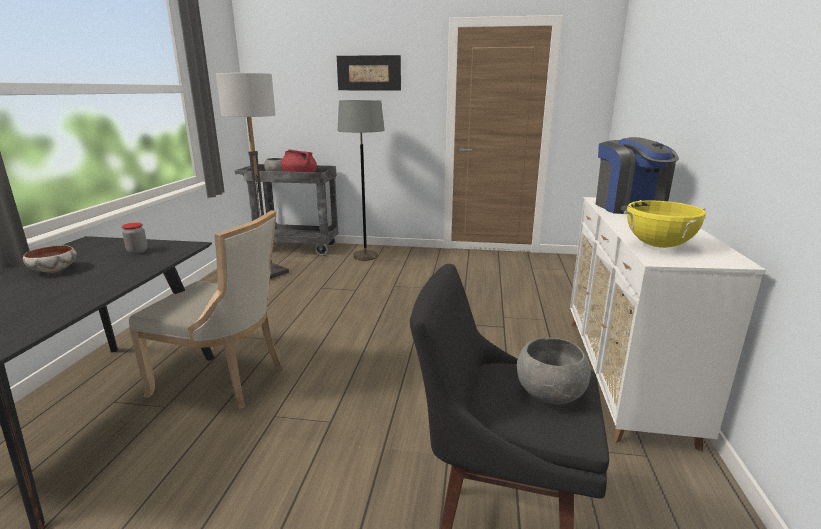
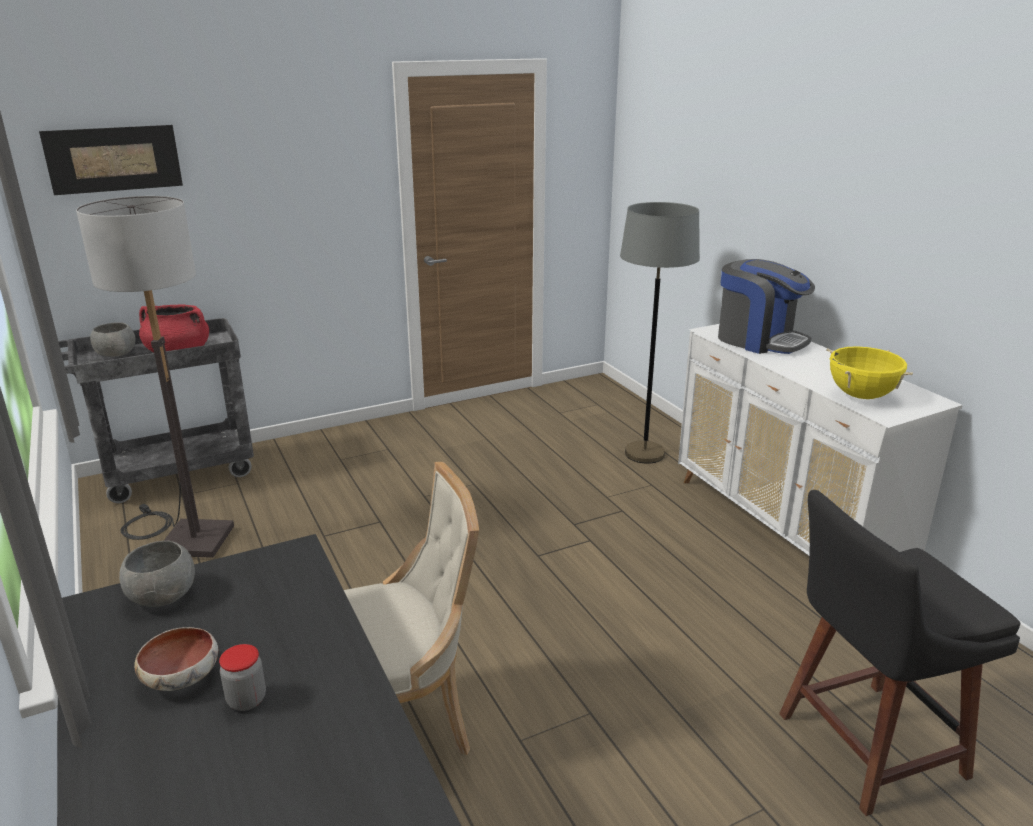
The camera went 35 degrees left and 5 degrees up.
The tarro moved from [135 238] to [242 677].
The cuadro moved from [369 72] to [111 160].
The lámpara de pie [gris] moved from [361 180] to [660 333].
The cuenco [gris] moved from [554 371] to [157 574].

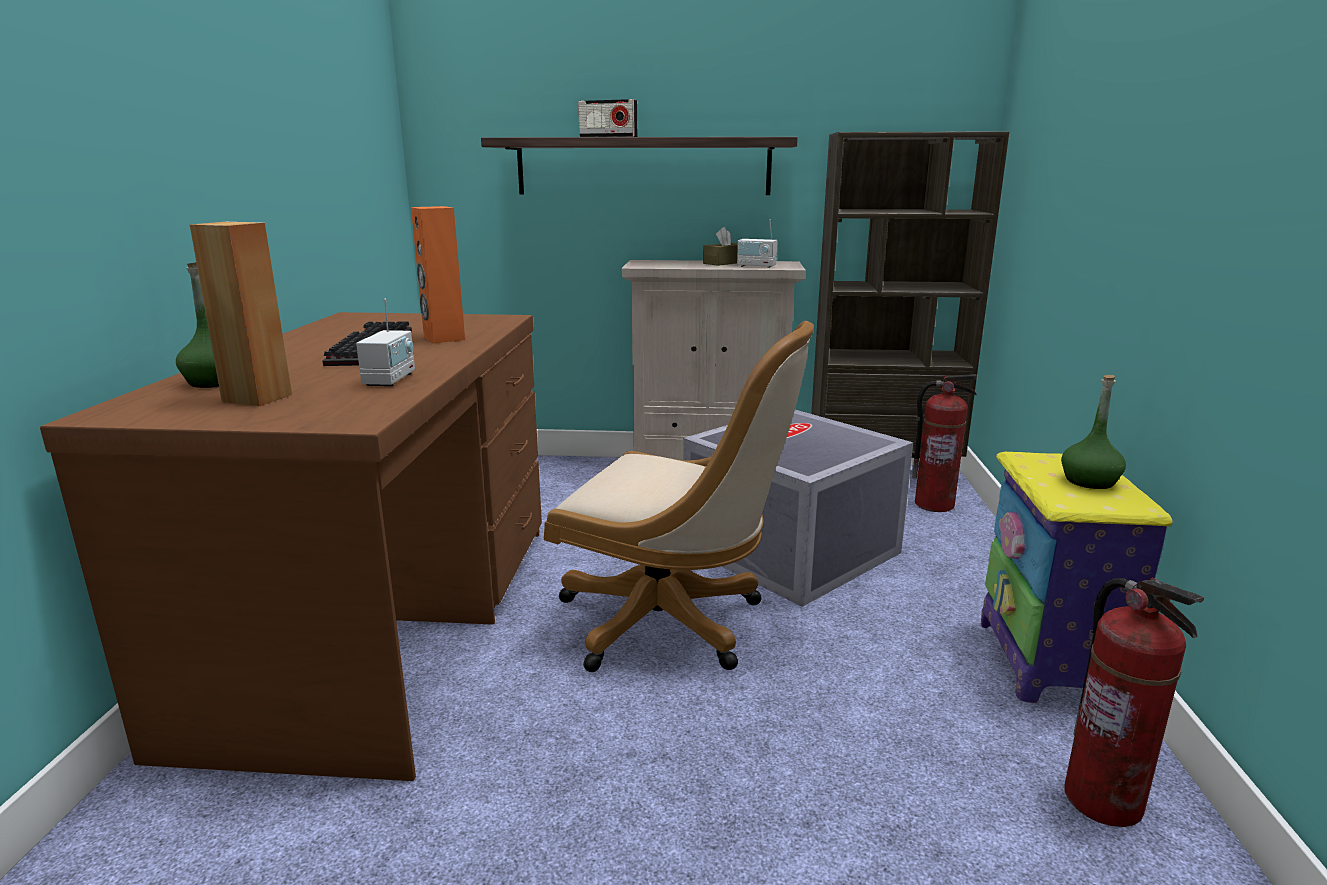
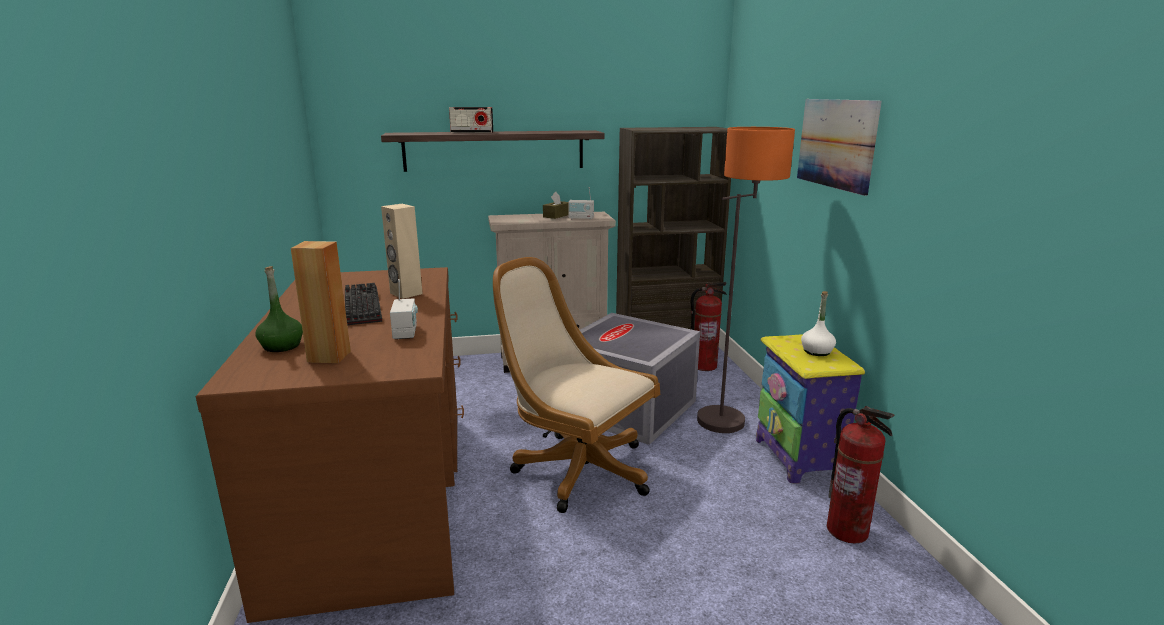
The camera went 15 degrees left and 0 degrees up.
The altavoz [naranja] at [438 274] became the altavoz [beis] at [402 251].
The silla de oficina at [679 496] turned 150 degrees counterclockwise.
The botella [verde] at [1093 432] became the botella [blanco] at [818 323].
The lámpara de pie [naranja] at [746 280] appeared.
The cuadro at [839 147] appeared.

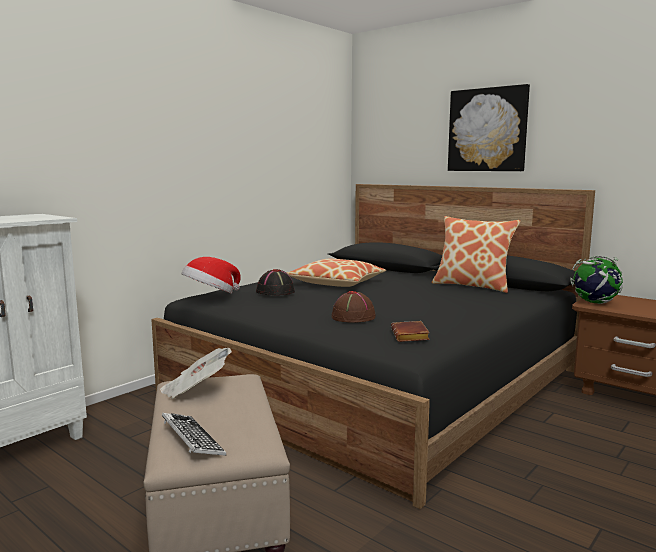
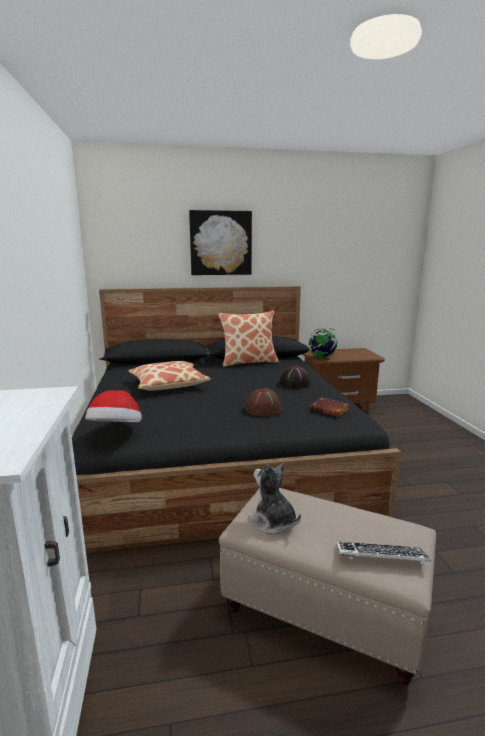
The camera went 50 degrees left and 5 degrees up.
The periódico at [196 373] was replaced by the peluche at [274 499].
The sombrero [negro] moved from [275 282] to [295 377].

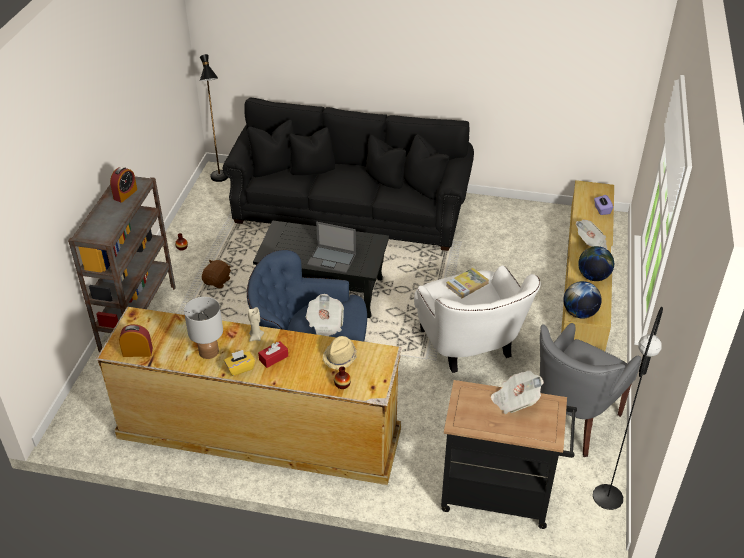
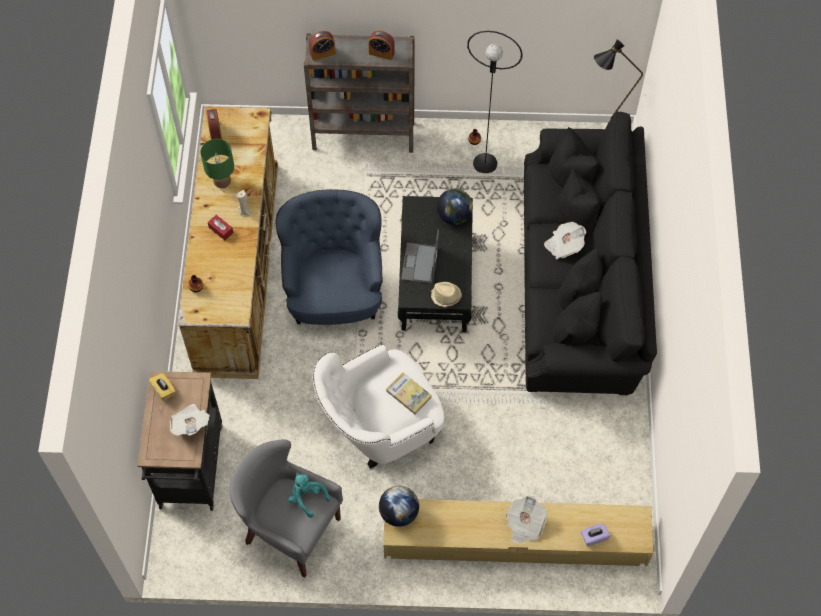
The camera went 80 degrees right and 20 degrees up.
The lámpara de mesa [gris] at [203 328] became the lámpara de mesa [verde] at [217 163].
The peluche [marrón] at [216 274] disappeared.
The caja de pañuelos [amarillo] moved from [239 363] to [162 387].
The periódico moved from [325 315] to [565 240].
The sombrero [beis] moved from [340 353] to [446 294].
The globo terráqueo moved from [596 263] to [455 206].
The lámpara de pie [negro] moved from [628 408] to [495 102].
The peluche [turquesa] at [309 495] appeared.
The despertador at [322 46] appeared.

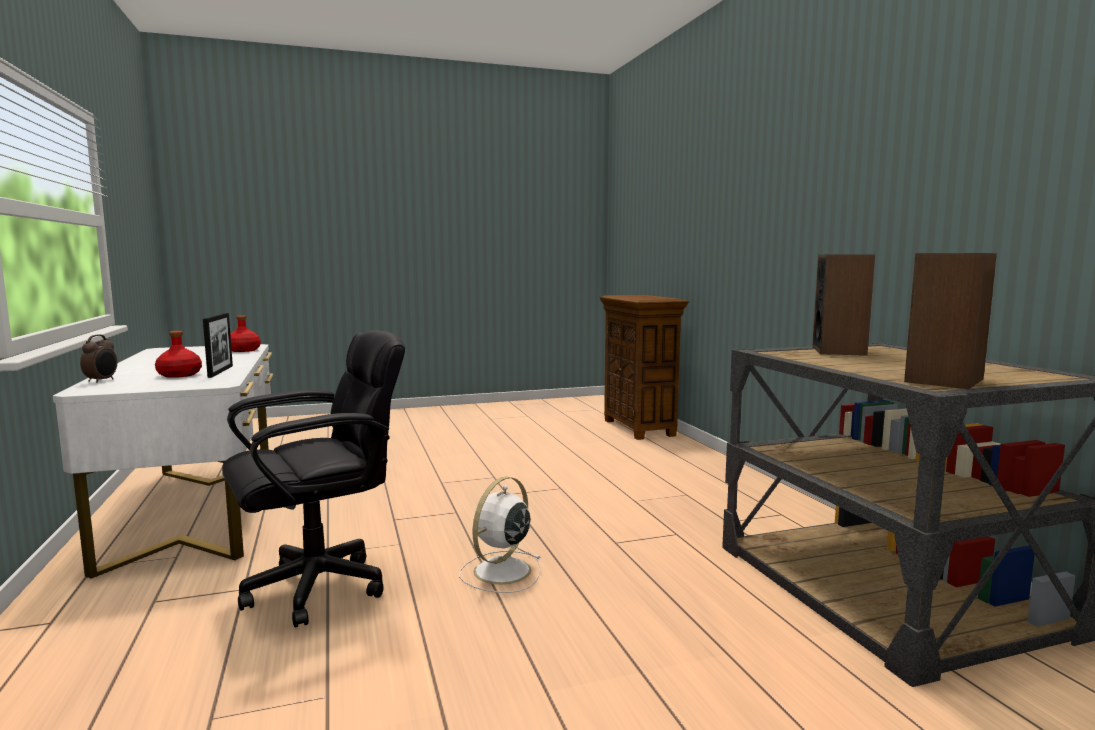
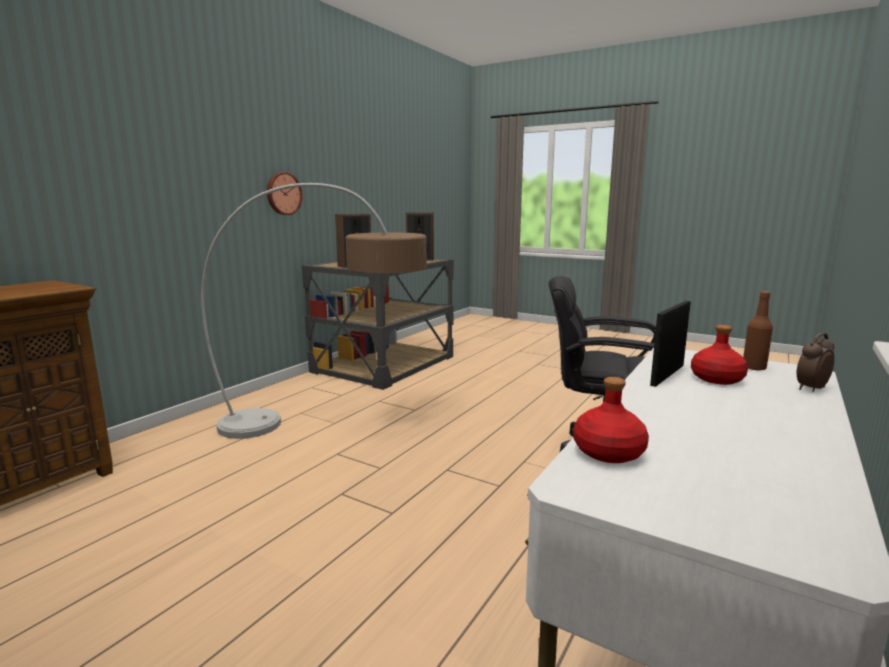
The camera went 130 degrees left and 5 degrees up.
The ventilador [blanco] at [500 535] disappeared.
The lámpara de pie at [314 311] appeared.
The reloj de pared at [285 193] appeared.
The botella [marrón] at [758 330] appeared.

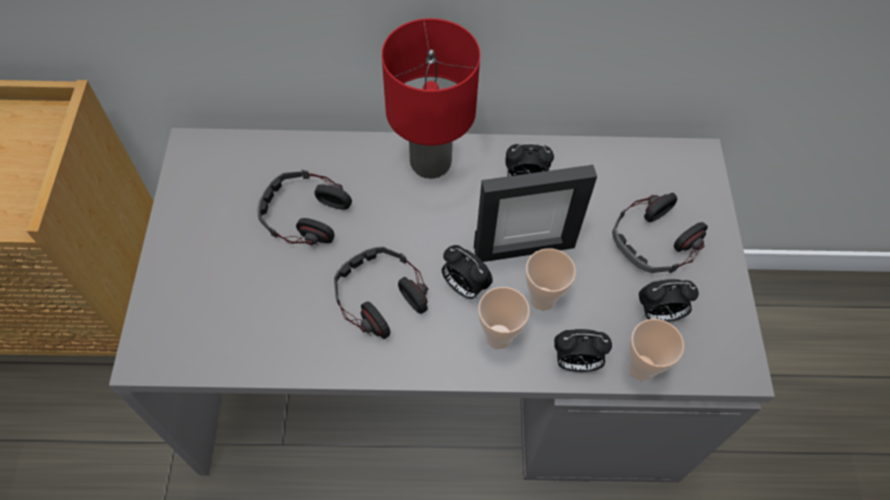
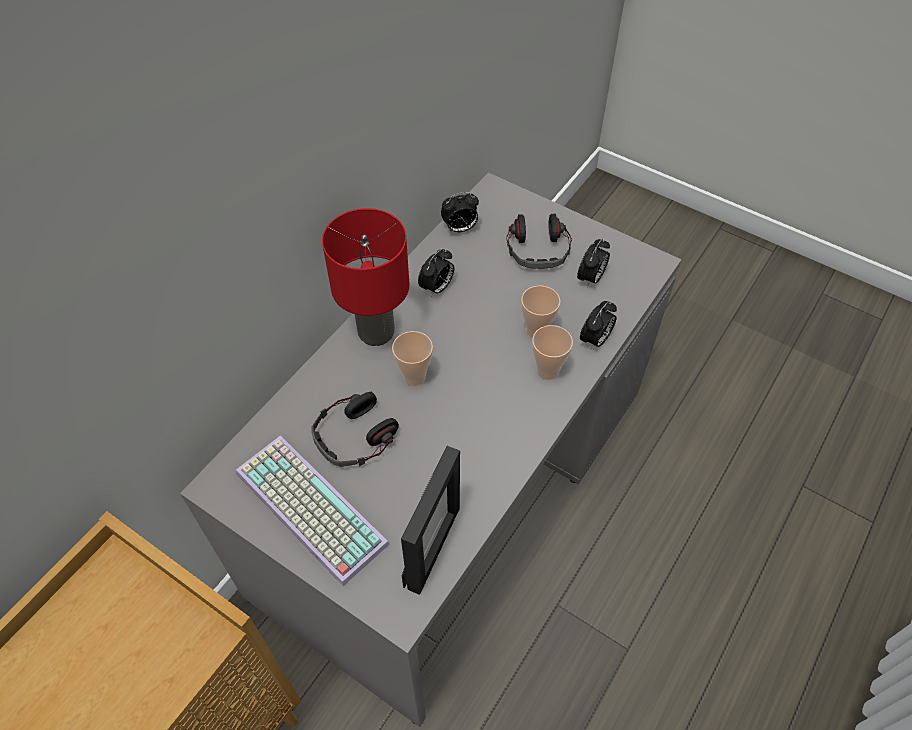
The camera went 55 degrees left and 5 degrees down.
The auriculares at [381 293] disappeared.
The despertador moved from [467 272] to [460 212].
The portarretratos moved from [535 213] to [430 520].
The taza moved from [656 350] to [412 358].
The teclado at [313 510] appeared.

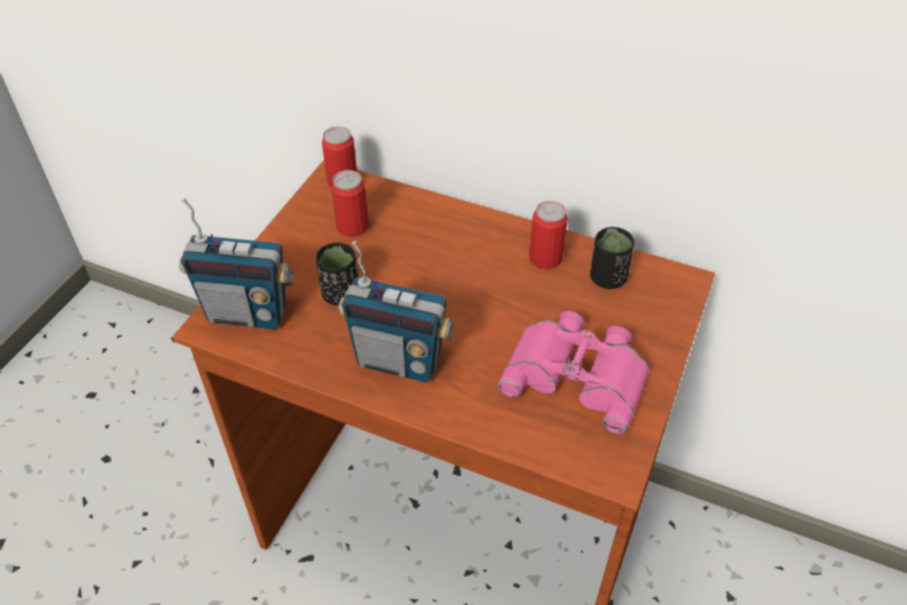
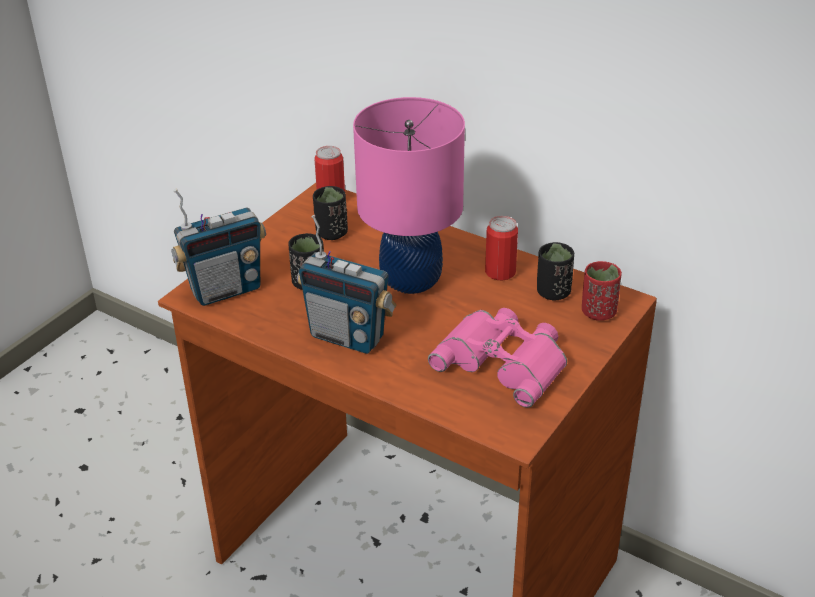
The camera went 10 degrees right and 10 degrees down.
The radio at [237 263] turned 45 degrees counterclockwise.
The lata at [350 203] was replaced by the taza [negro] at [330 213].
The lámpara de mesa [rosa] at [409 195] appeared.
The taza [rojo] at [602 291] appeared.

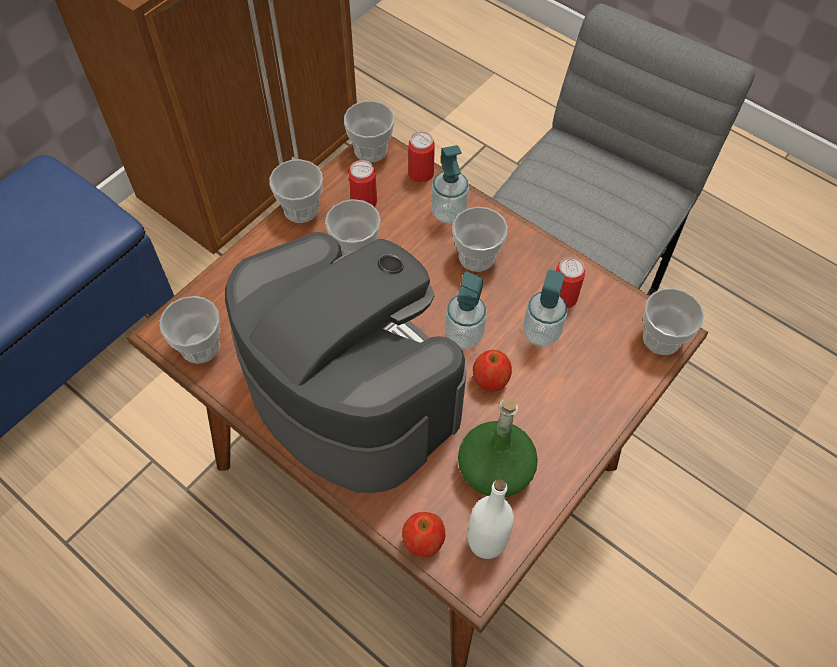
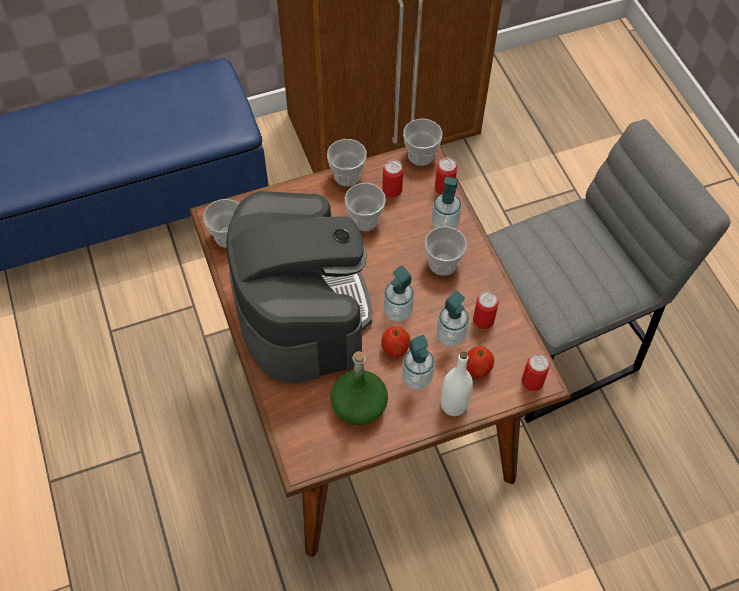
The camera went 30 degrees right and 0 degrees up.
The manzana moved from [424 534] to [480 362].
The botella [blanco] moved from [491 519] to [457 383].
The taza at [673 321] was replaced by the lata at [536 372].
The dispensador de jabón at [418 362] appeared.

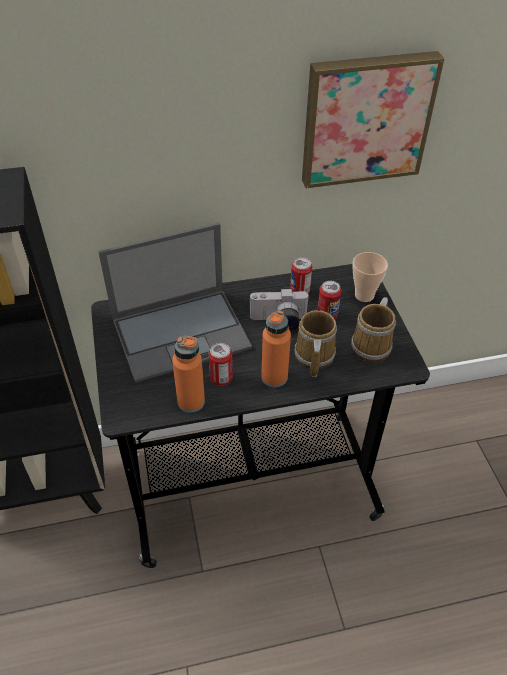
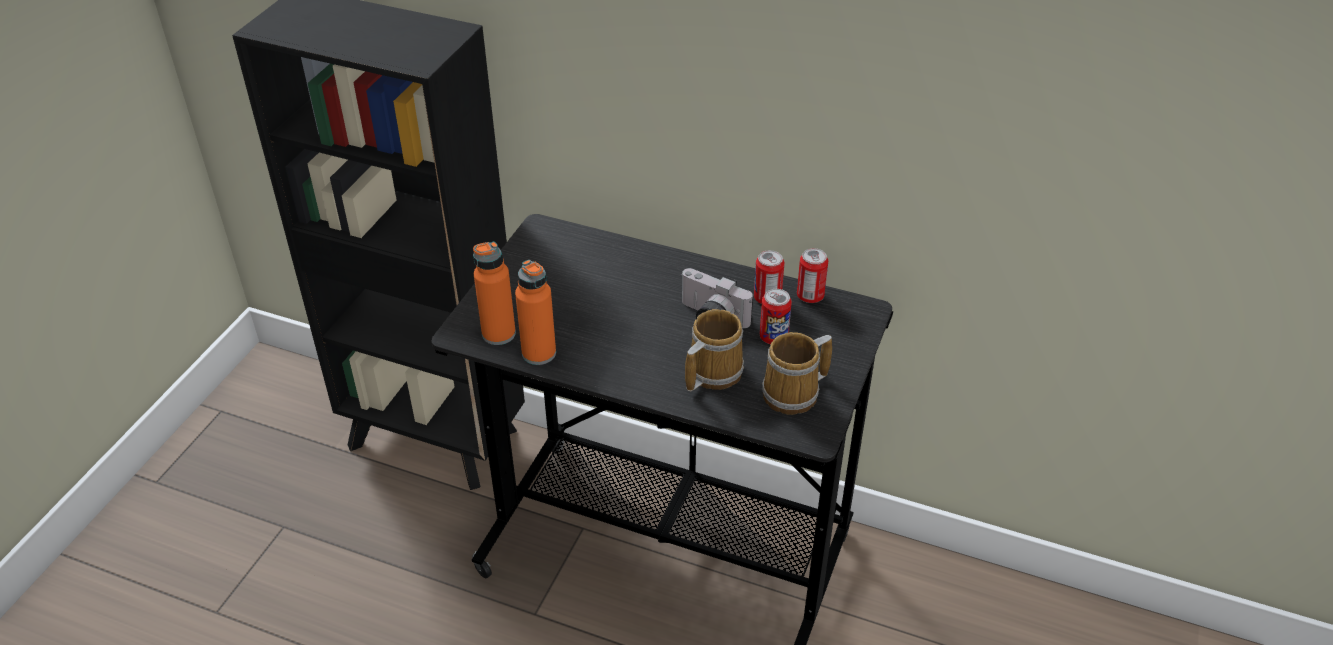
The camera went 35 degrees right and 5 degrees down.
The portátil at [175 303] disappeared.
The lata moved from [221 364] to [812 275].
The botella [naranja] moved from [276 348] to [494 293].
The cuadro at [373 119] disappeared.
The taza at [370 277] disappeared.

